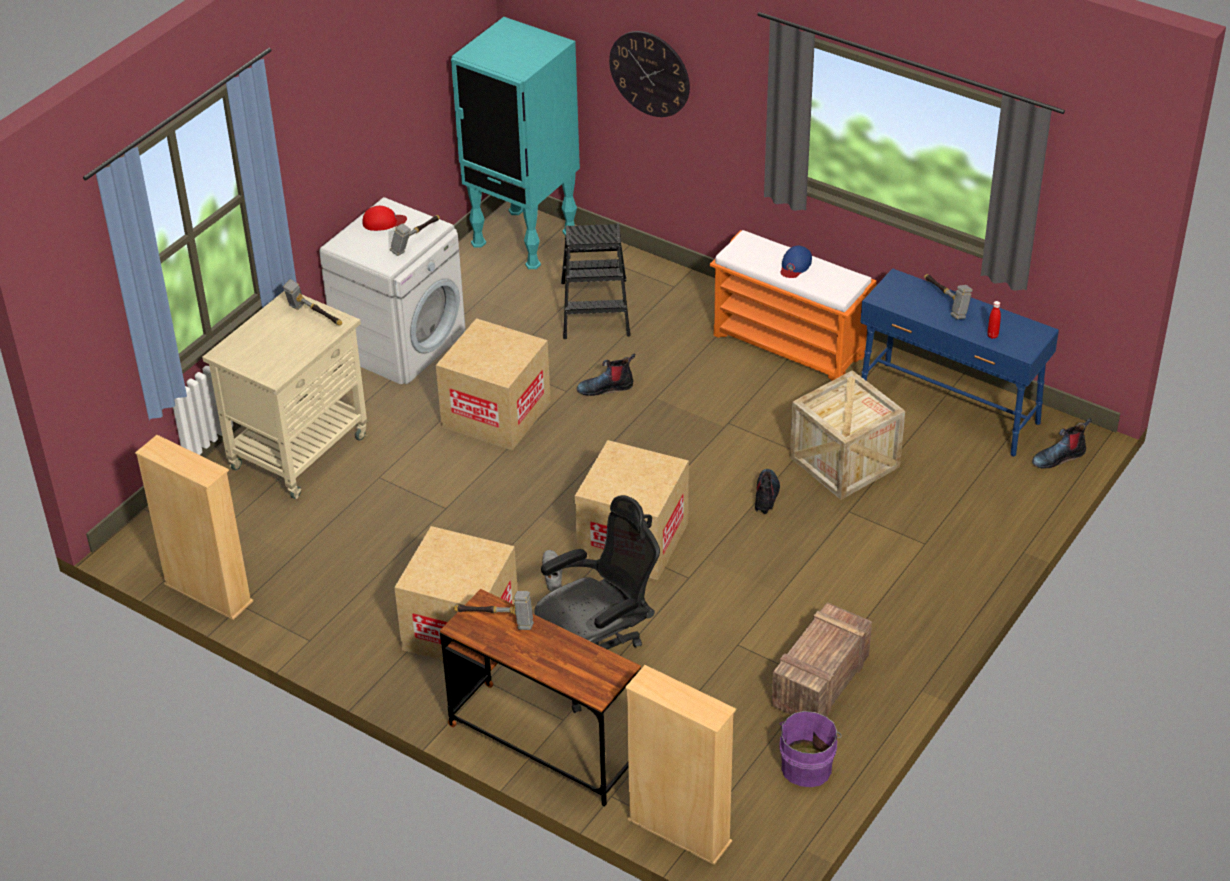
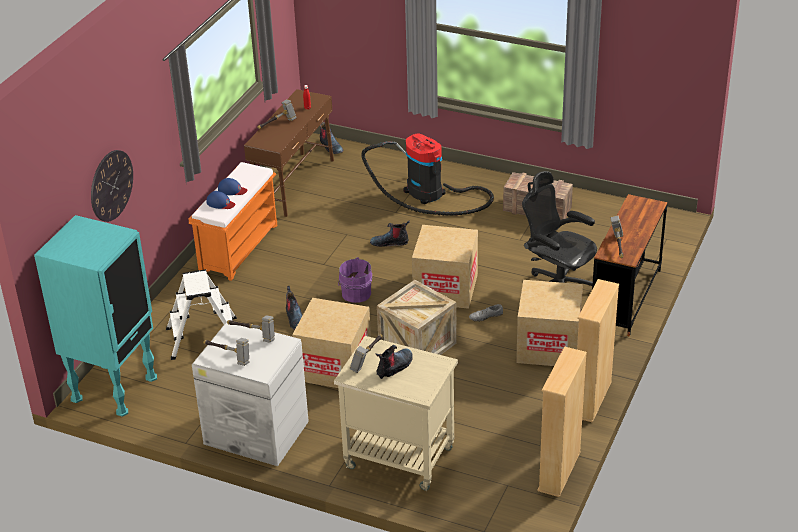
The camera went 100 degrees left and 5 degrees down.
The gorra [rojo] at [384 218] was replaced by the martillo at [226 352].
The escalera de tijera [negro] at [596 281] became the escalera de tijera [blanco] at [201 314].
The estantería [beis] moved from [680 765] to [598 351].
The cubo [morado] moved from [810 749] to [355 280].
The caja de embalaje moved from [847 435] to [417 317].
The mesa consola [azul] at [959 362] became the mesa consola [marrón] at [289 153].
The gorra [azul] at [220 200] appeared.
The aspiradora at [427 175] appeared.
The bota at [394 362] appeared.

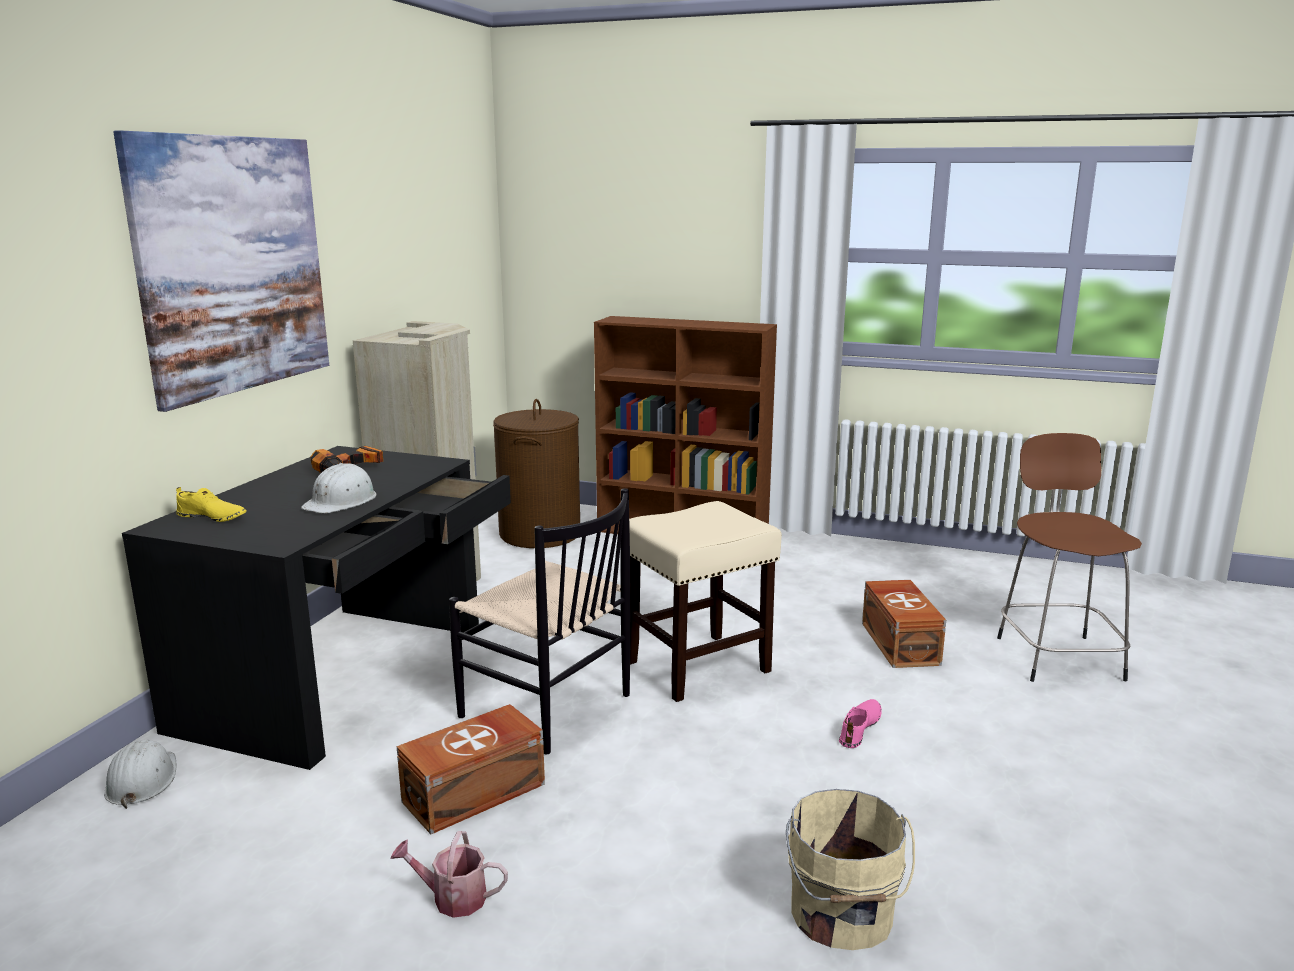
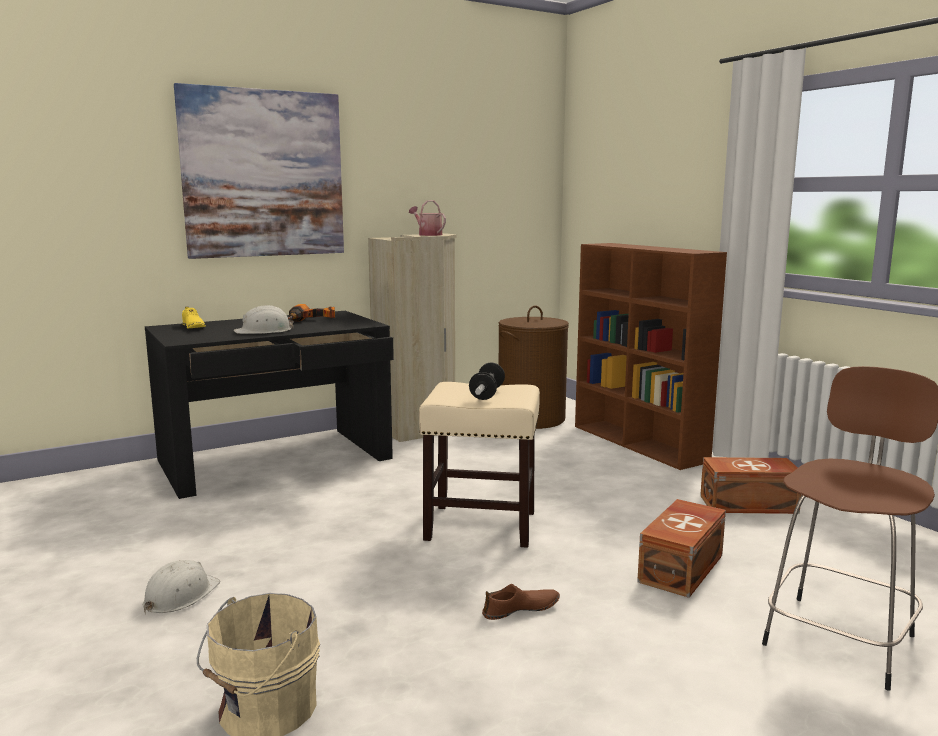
The camera went 40 degrees right and 5 degrees down.
The casco [blanco] moved from [140 774] to [181 587].
The regadera moved from [449 874] to [427 218].
The caja de almacenaje [marrón] moved from [471 769] to [751 485].
The silla [negro] at [540 621] disappeared.
The zapato [rosa] at [860 723] became the zapato [marrón] at [521 602].
The mancuerna at [487 381] appeared.

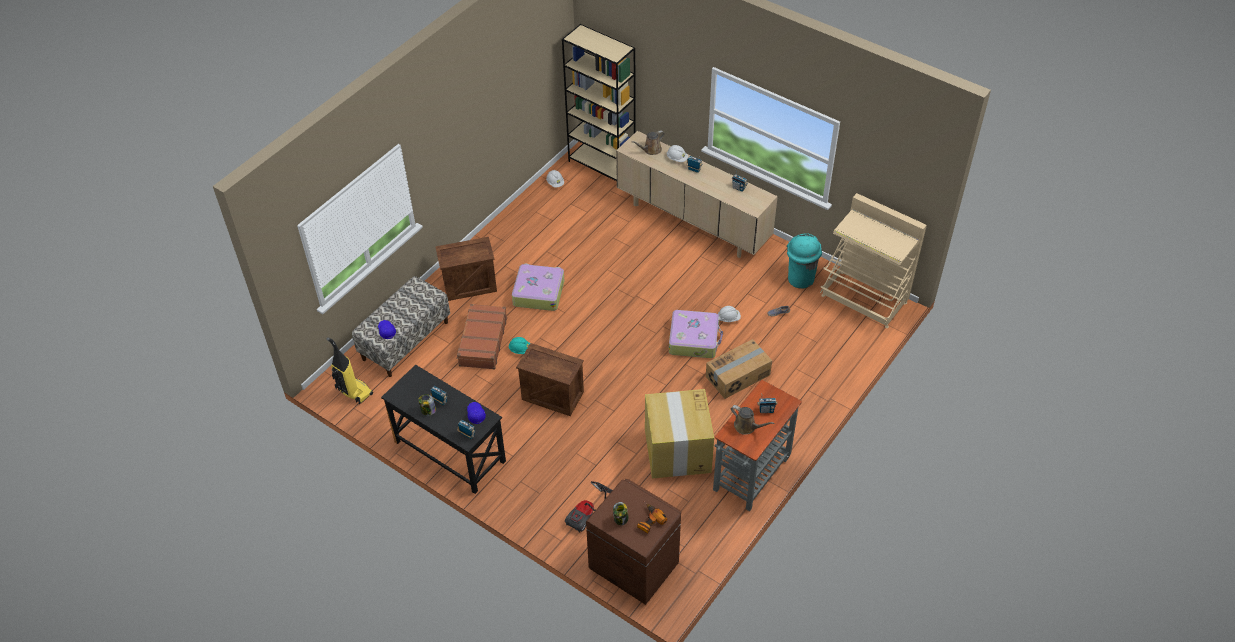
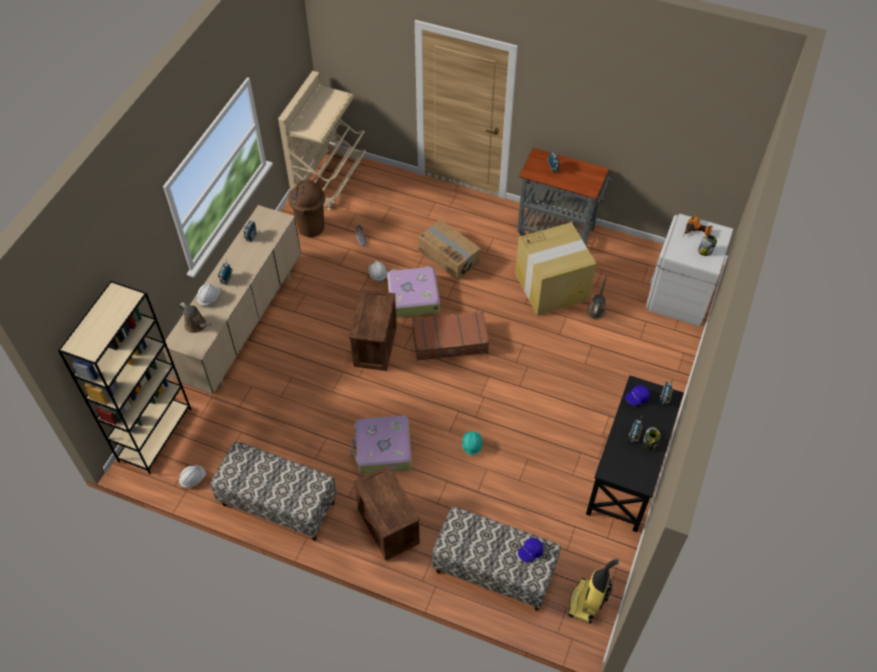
The camera went 105 degrees left and 5 degrees up.
The maleta [marrón] moved from [482 336] to [450 336].
The caja de embalaje moved from [550 379] to [373 330].
The aspiradora at [589 507] disappeared.
The lavadora [marrón] at [633 542] became the lavadora [blanco] at [689 270].
The regadera [marrón] moved from [753 420] to [596 298].
The papelera [turquesa] at [804 261] became the papelera [marrón] at [306 208].
The banco at [273 491] appeared.

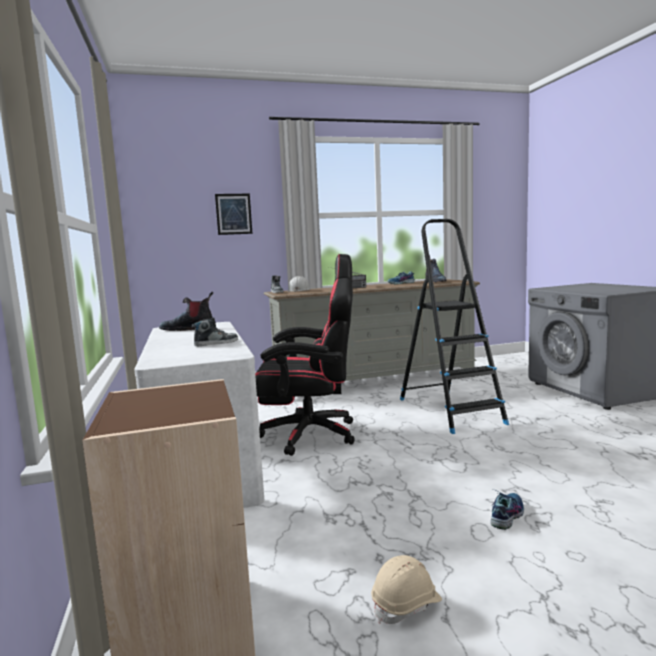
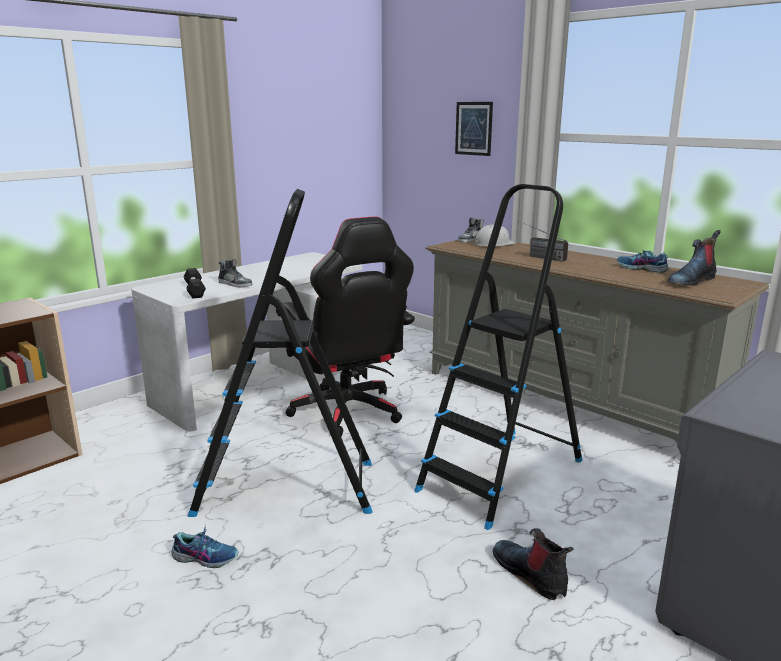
The camera went 60 degrees right and 10 degrees up.
The bota moved from [186 311] to [533 564].
The casco [beis] at [406 589] disappeared.
The mancuerna [negro] at [195 283] appeared.
The escalera de tijera [negro] at [280 353] appeared.

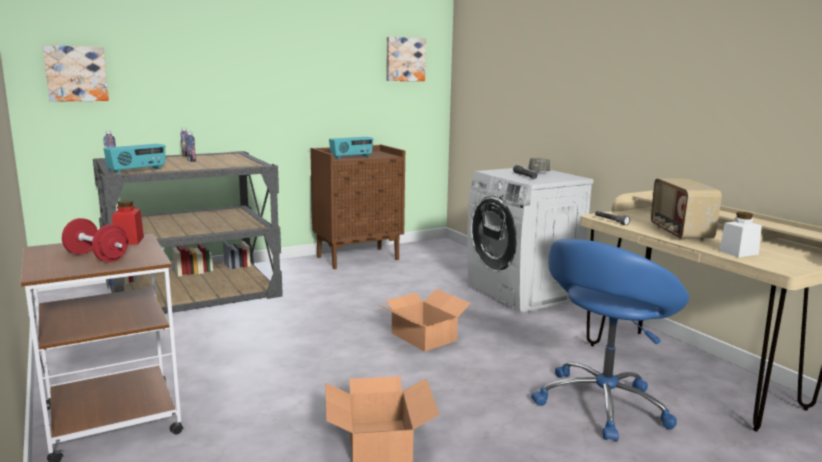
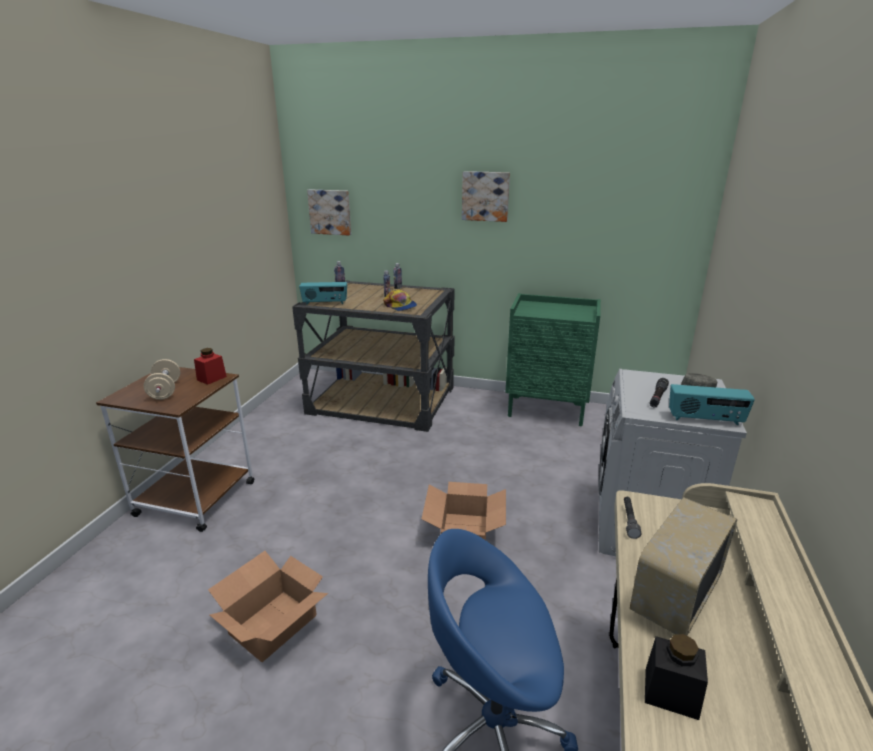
The camera went 45 degrees right and 10 degrees up.
The mancuerna [rojo] at [95 240] became the mancuerna [beis] at [162 379].
The armario [marrón] at [357 207] became the armario [verde] at [553 359].
The radio moved from [351 148] to [712 404].
The cuadro moved from [406 59] to [486 196].
The tarro [blanco] at [740 234] became the tarro [negro] at [676 677].
The gorra at [400 300] appeared.

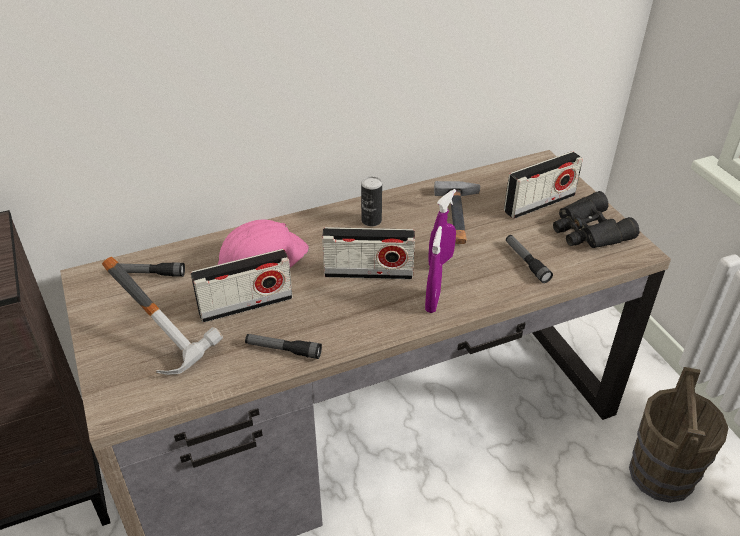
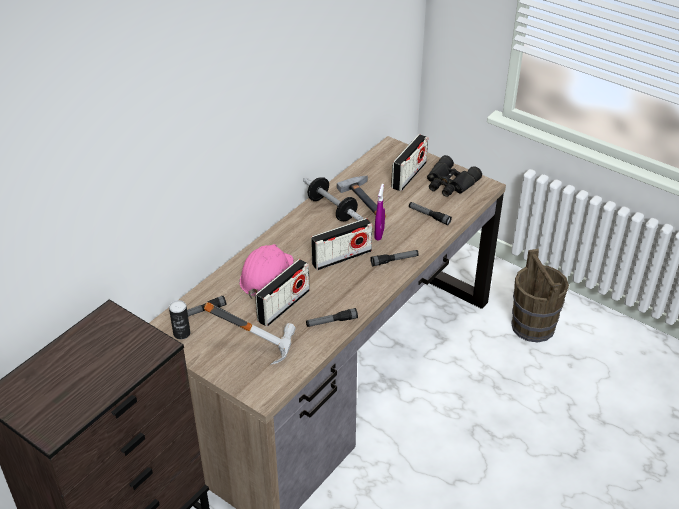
The camera went 30 degrees left and 0 degrees up.
The lata moved from [371 201] to [179 319].
The pulverizador [morado] at [433 269] was replaced by the linterna at [394 258].
The mancuerna at [333 199] appeared.

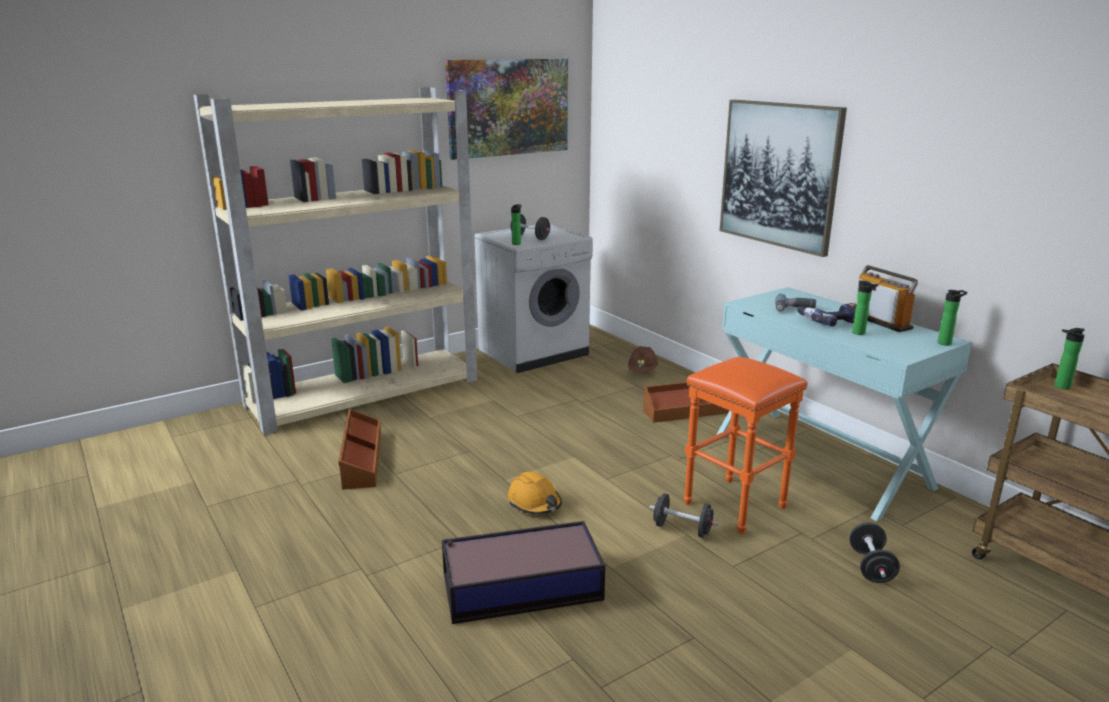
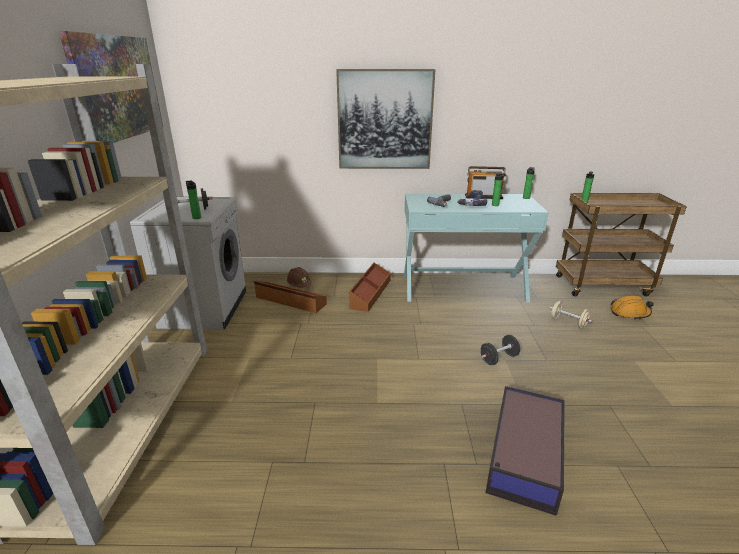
The camera went 55 degrees left and 5 degrees up.
The caja de almacenaje [marrón] moved from [360 449] to [290 297].
The casco [naranja] moved from [535 493] to [632 308].
The taburete [naranja] at [745 445] disappeared.
The mancuerna [negro] at [874 553] became the mancuerna [beis] at [570 314].

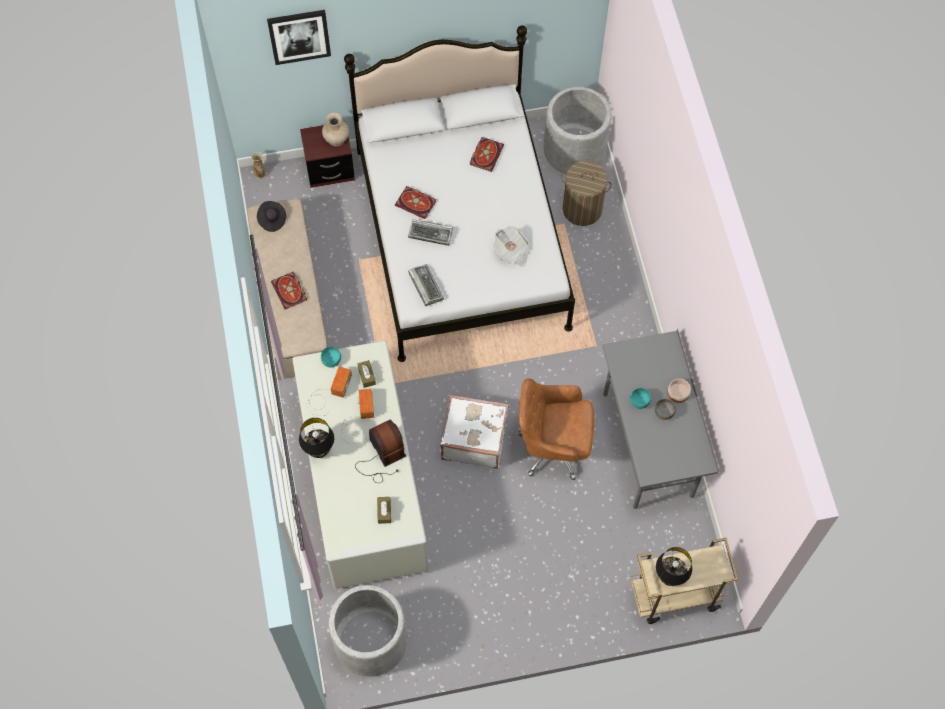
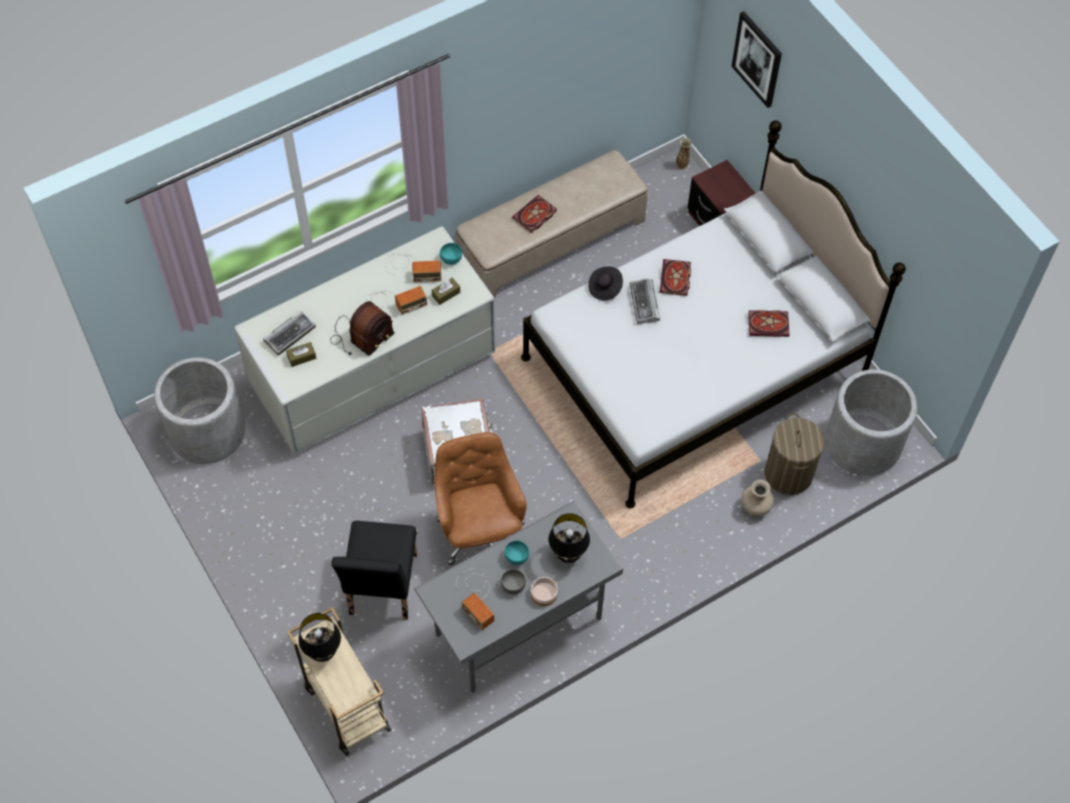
The camera went 70 degrees right and 5 degrees down.
The sombrero [negro] moved from [271 216] to [605 284].
The lámpara de mesa [negro] moved from [316 438] to [569 538].
The florero [beis] moved from [335 129] to [757 498].
The teclado moved from [426 285] to [289 333].
The periódico at [512 246] disappeared.
The silla [negro] at [374 570] appeared.
The radio at [475 599] appeared.

